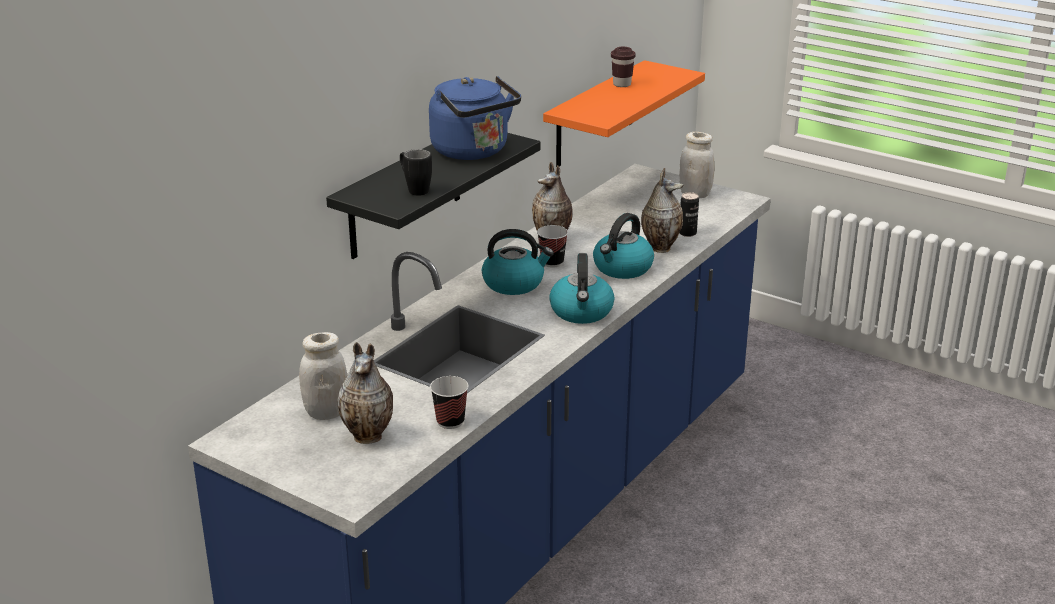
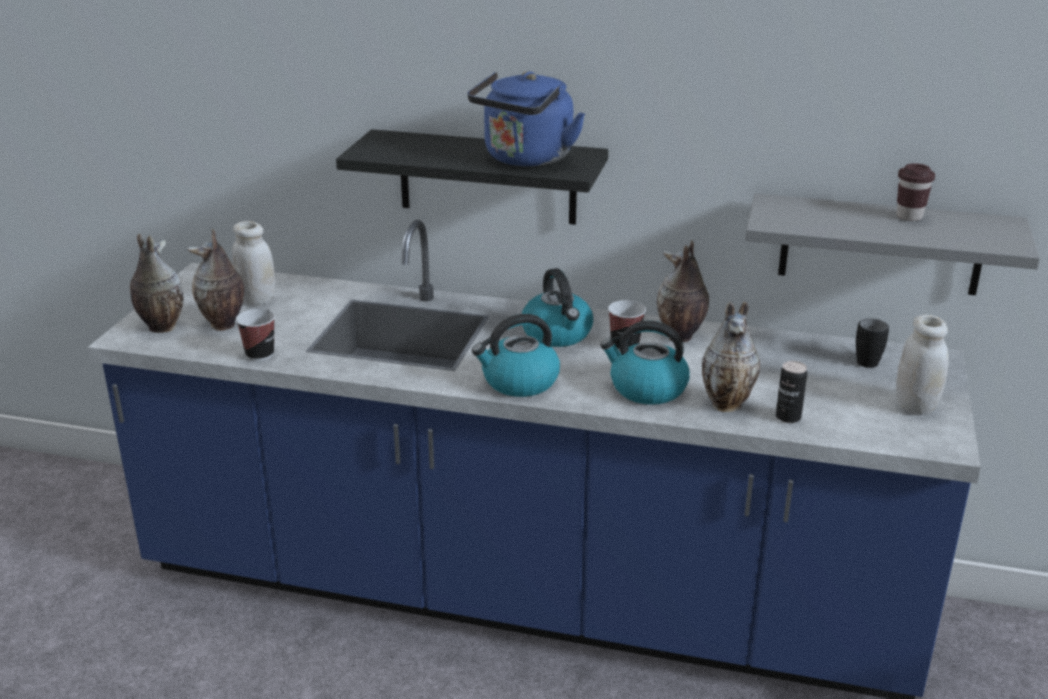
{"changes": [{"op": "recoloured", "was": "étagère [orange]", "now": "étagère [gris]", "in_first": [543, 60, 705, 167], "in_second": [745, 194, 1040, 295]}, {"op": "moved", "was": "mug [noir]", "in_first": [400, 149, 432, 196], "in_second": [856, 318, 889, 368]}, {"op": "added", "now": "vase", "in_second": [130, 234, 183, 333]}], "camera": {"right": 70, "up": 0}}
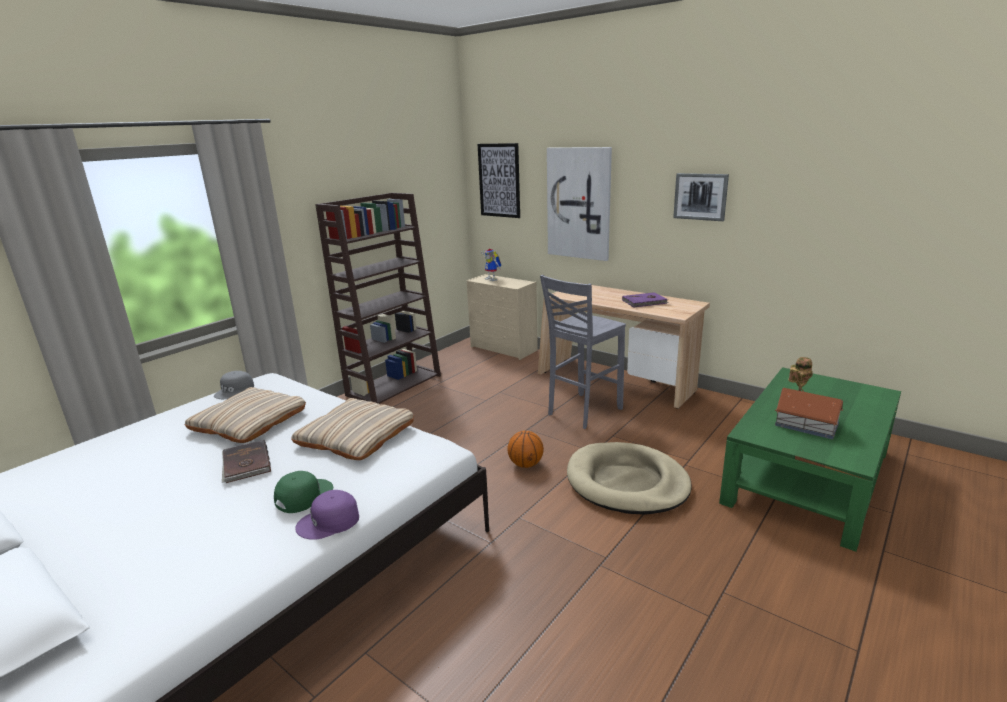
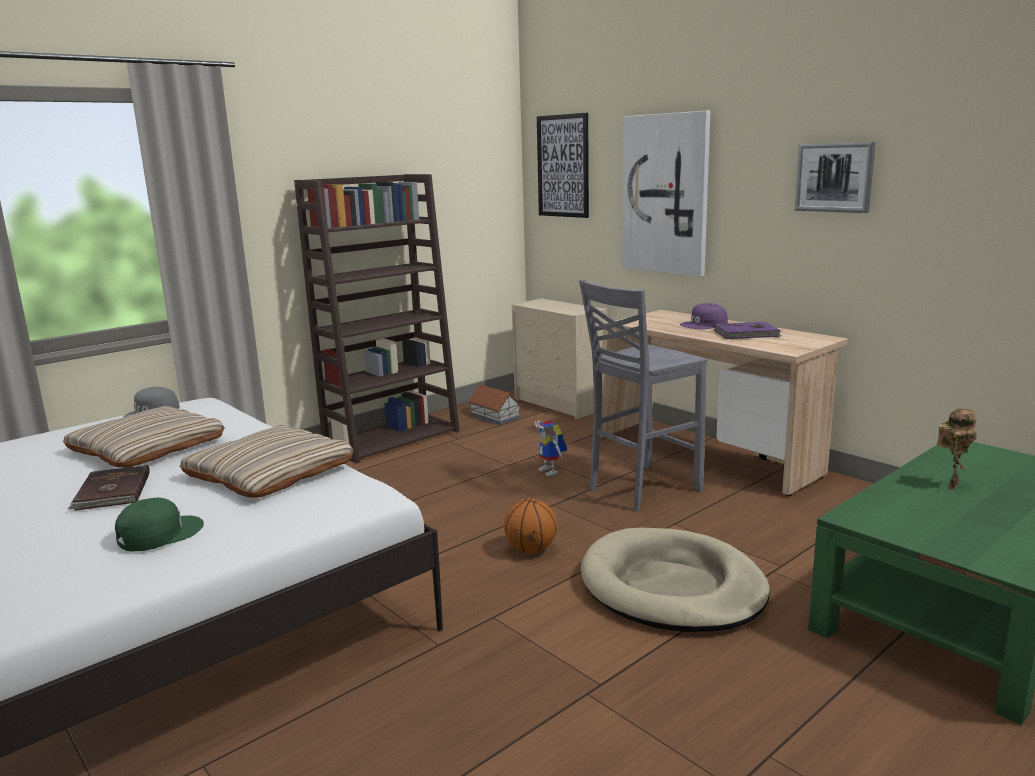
{"changes": [{"op": "moved", "was": "robot jouet", "in_first": [481, 249, 501, 281], "in_second": [535, 420, 567, 477]}, {"op": "moved", "was": "maison miniature", "in_first": [775, 388, 843, 439], "in_second": [468, 385, 521, 425]}, {"op": "moved", "was": "casquette [violet]", "in_first": [295, 490, 359, 540], "in_second": [680, 303, 728, 329]}], "camera": {"right": 10, "up": -5}}
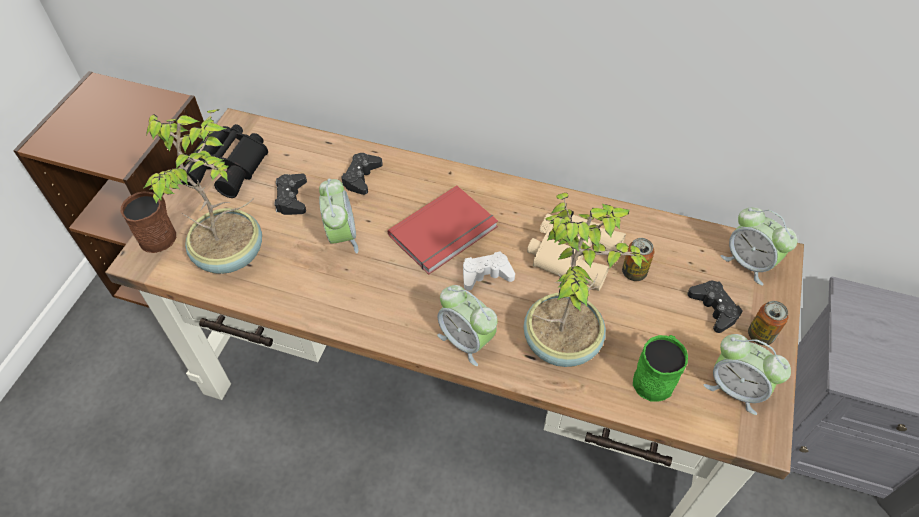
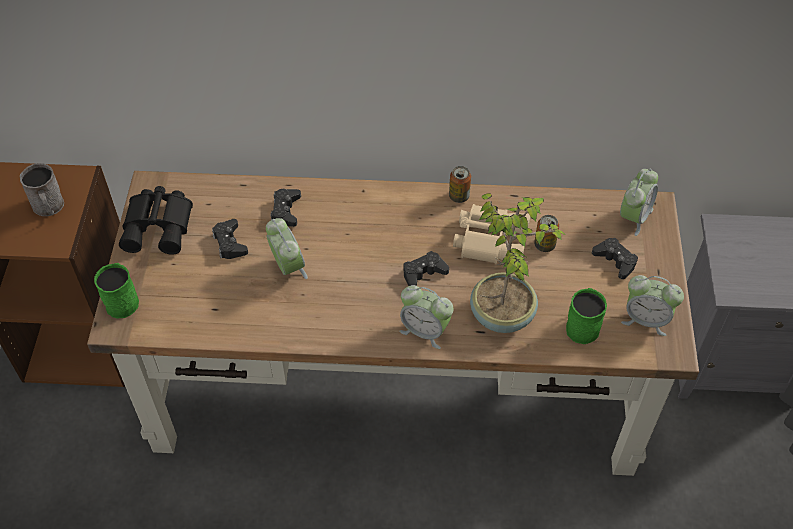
{"changes": [{"op": "removed", "was": "plante en pot", "in_first": [143, 109, 262, 274]}, {"op": "removed", "was": "livre [rouge]", "in_first": [388, 186, 498, 274]}, {"op": "recoloured", "was": "mug [marron]", "now": "mug [vert]", "in_first": [121, 192, 176, 253], "in_second": [94, 263, 139, 318]}, {"op": "turned", "was": "réveil", "in_first": [721, 207, 797, 286], "in_second": [620, 168, 658, 236], "clockwise": -90}, {"op": "recoloured", "was": "manette [blanc]", "now": "manette [noir]", "in_first": [463, 251, 515, 290], "in_second": [403, 251, 449, 286]}, {"op": "moved", "was": "boîte métallique", "in_first": [748, 301, 788, 345], "in_second": [449, 166, 471, 203]}, {"op": "added", "now": "mug [gris]", "in_second": [20, 163, 64, 216]}], "camera": {"right": -15, "up": 0}}
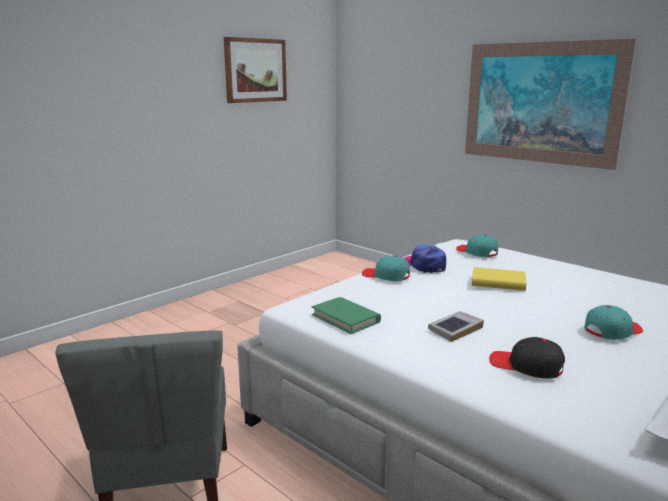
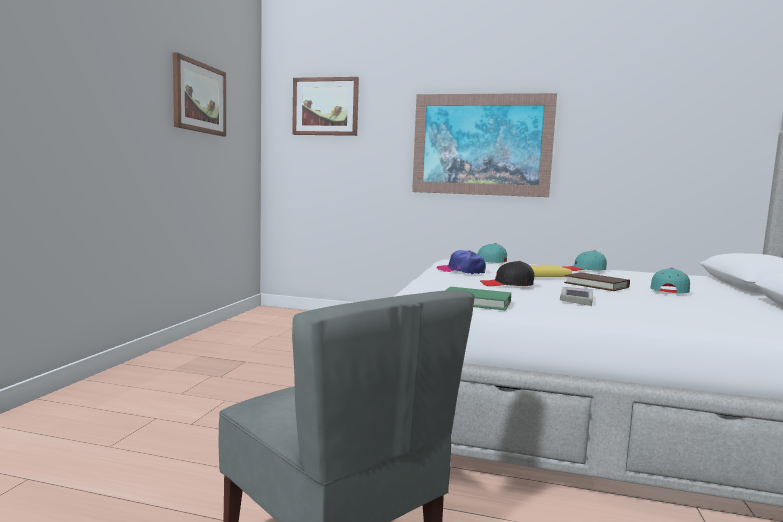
{"changes": [{"op": "moved", "was": "casquette [turquoise]", "in_first": [362, 255, 410, 281], "in_second": [562, 250, 607, 271]}, {"op": "moved", "was": "casquette [noir]", "in_first": [489, 337, 565, 379], "in_second": [480, 261, 534, 286]}, {"op": "added", "now": "tableau", "in_second": [292, 77, 359, 136]}, {"op": "added", "now": "livre [marron]", "in_second": [564, 273, 630, 291]}], "camera": {"right": -30, "up": -10}}
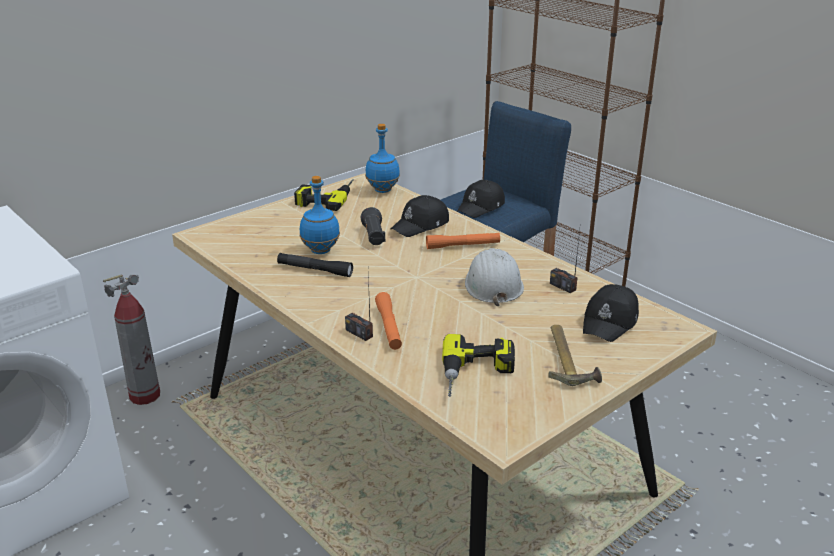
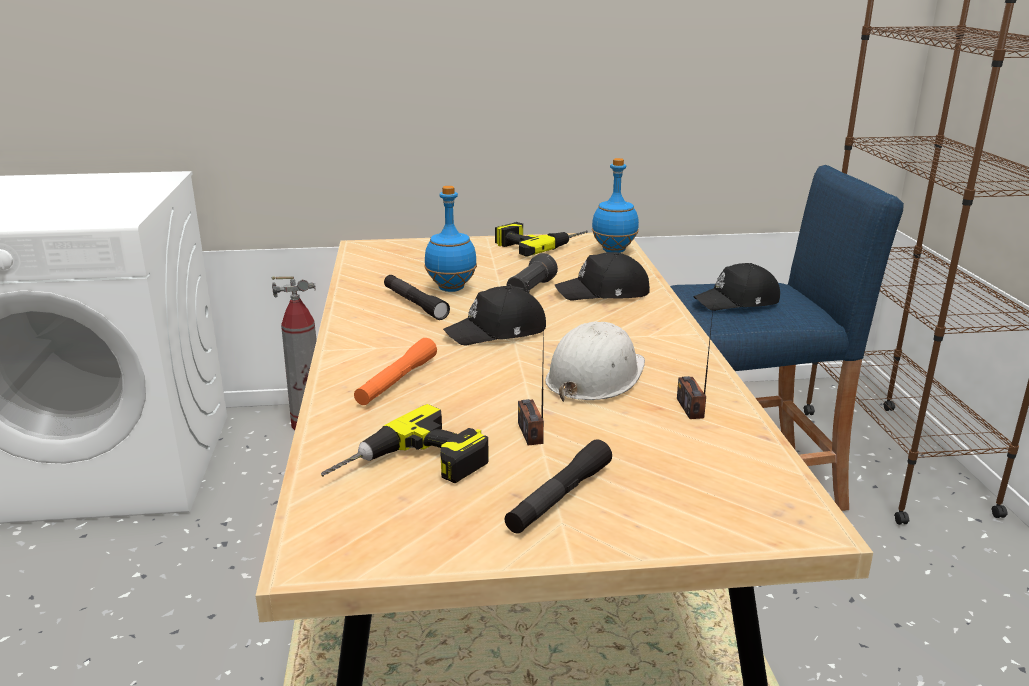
{"changes": [{"op": "removed", "was": "lampe de poche [orange]", "in_first": [426, 233, 500, 249]}, {"op": "moved", "was": "radio", "in_first": [345, 274, 373, 341], "in_second": [518, 326, 544, 445]}, {"op": "moved", "was": "casquette [noir]", "in_first": [583, 284, 639, 342], "in_second": [443, 286, 546, 346]}, {"op": "replaced", "was": "marteau", "now": "lampe de poche [noir]", "in_first": [548, 325, 602, 386], "in_second": [505, 439, 612, 534]}], "camera": {"right": 35, "up": -5}}
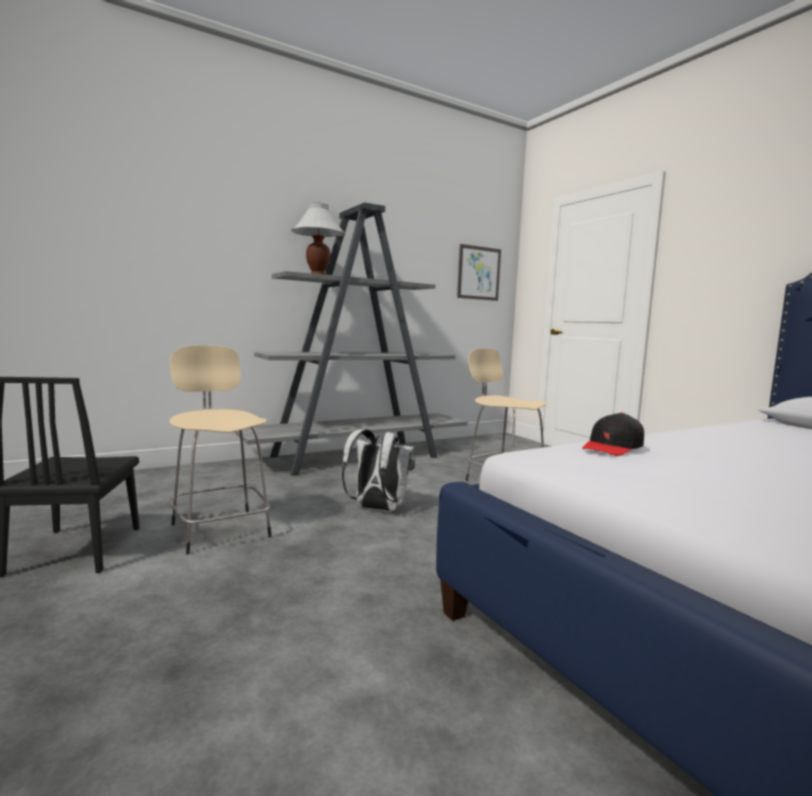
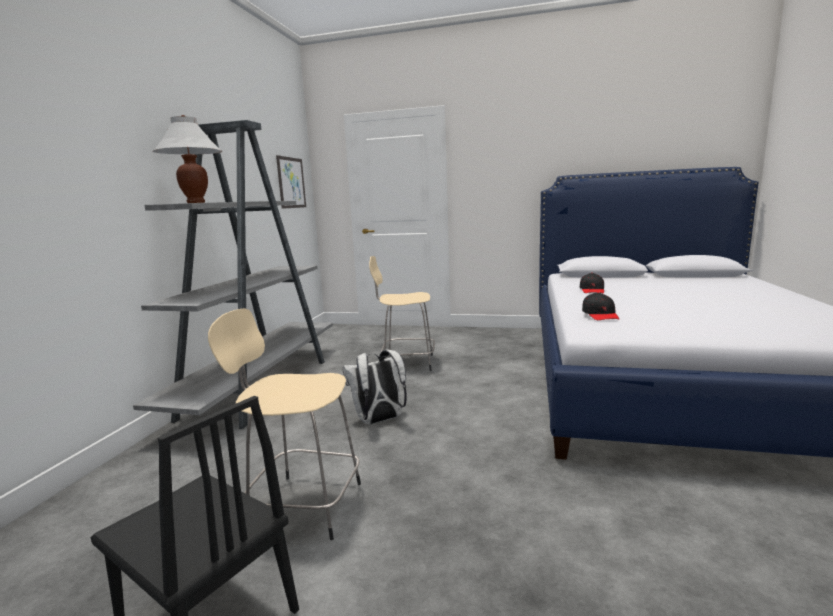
{"changes": [{"op": "added", "now": "casquette [noir]", "in_second": [580, 273, 604, 293]}], "camera": {"right": -45, "up": 5}}
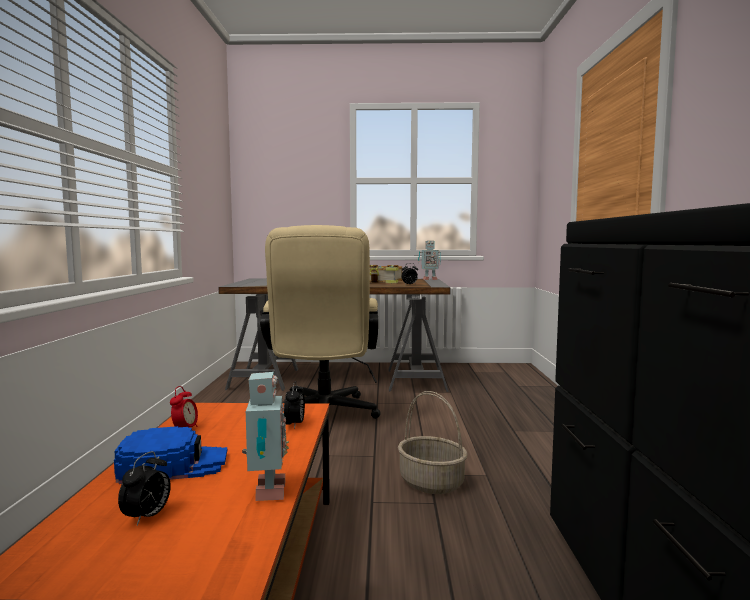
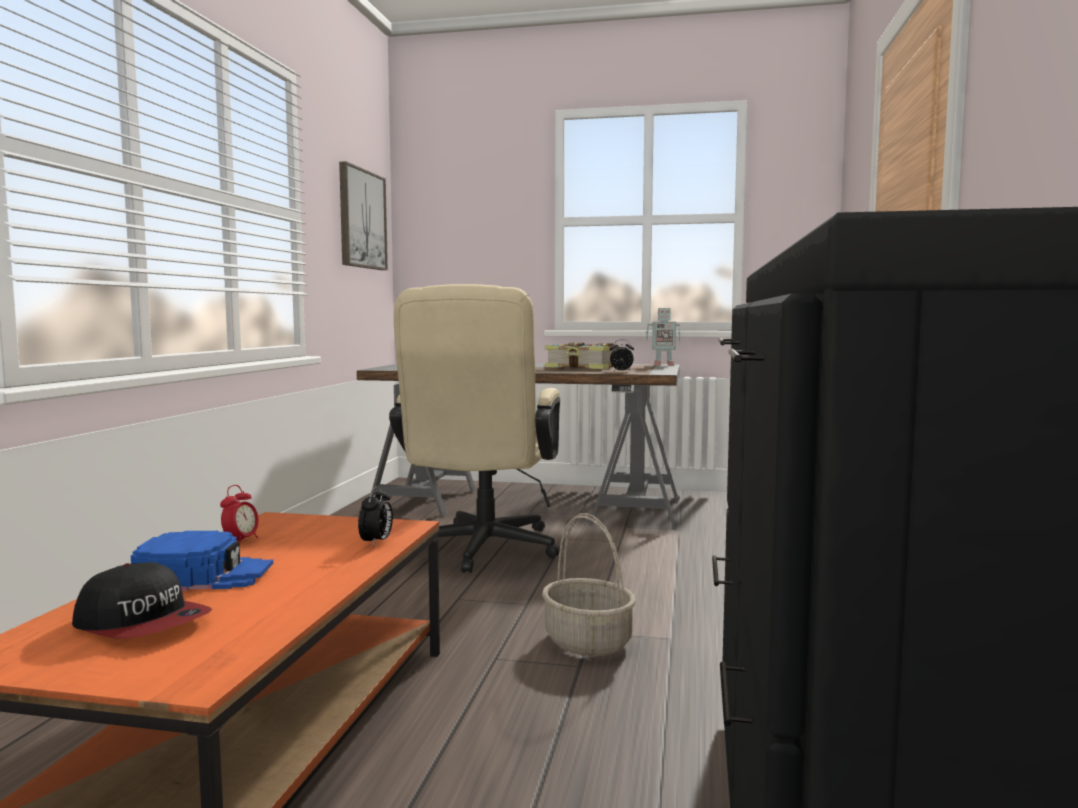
{"changes": [{"op": "removed", "was": "robot jouet", "in_first": [242, 372, 289, 501]}, {"op": "replaced", "was": "réveil", "now": "casquette", "in_first": [118, 451, 171, 526], "in_second": [72, 562, 212, 639]}, {"op": "added", "now": "tableau", "in_second": [339, 161, 388, 270]}], "camera": {"right": 10, "up": 0}}
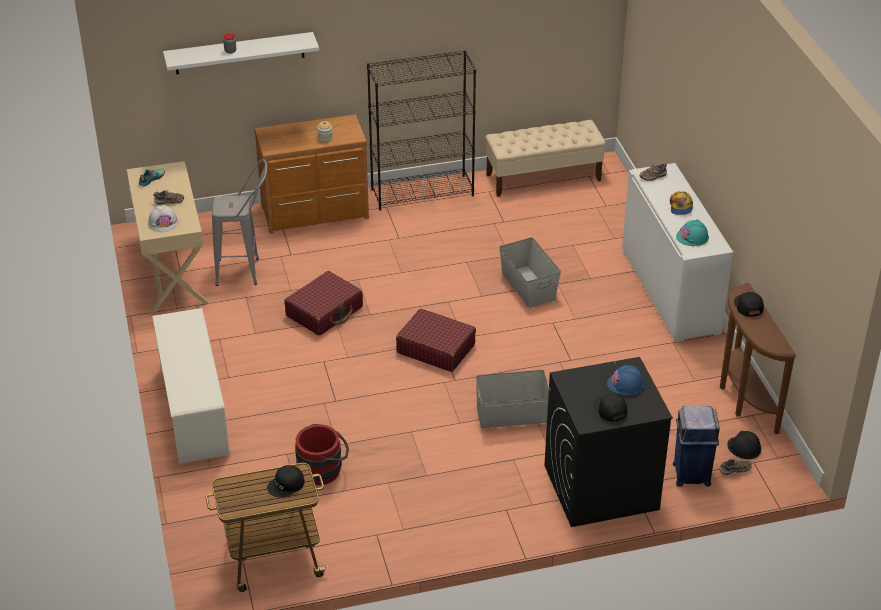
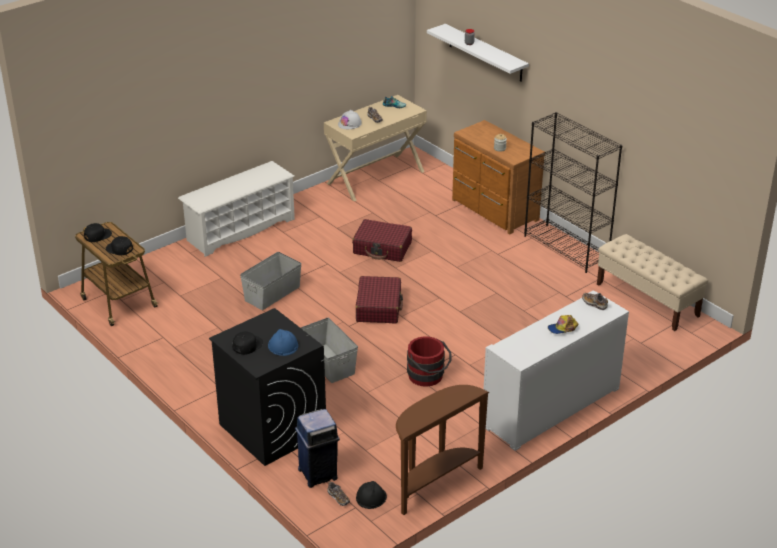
{"changes": [{"op": "removed", "was": "tabouret [gris]", "in_first": [212, 159, 267, 286]}, {"op": "removed", "was": "casque de chantier [turquoise]", "in_first": [676, 219, 709, 246]}, {"op": "moved", "was": "boîte de rangement [gris]", "in_first": [499, 237, 561, 308], "in_second": [240, 252, 302, 310]}, {"op": "moved", "was": "casquette [noir]", "in_first": [734, 292, 764, 317], "in_second": [84, 223, 112, 242]}, {"op": "moved", "was": "seau [rouge]", "in_first": [295, 424, 349, 485], "in_second": [407, 336, 451, 387]}], "camera": {"right": 65, "up": -5}}
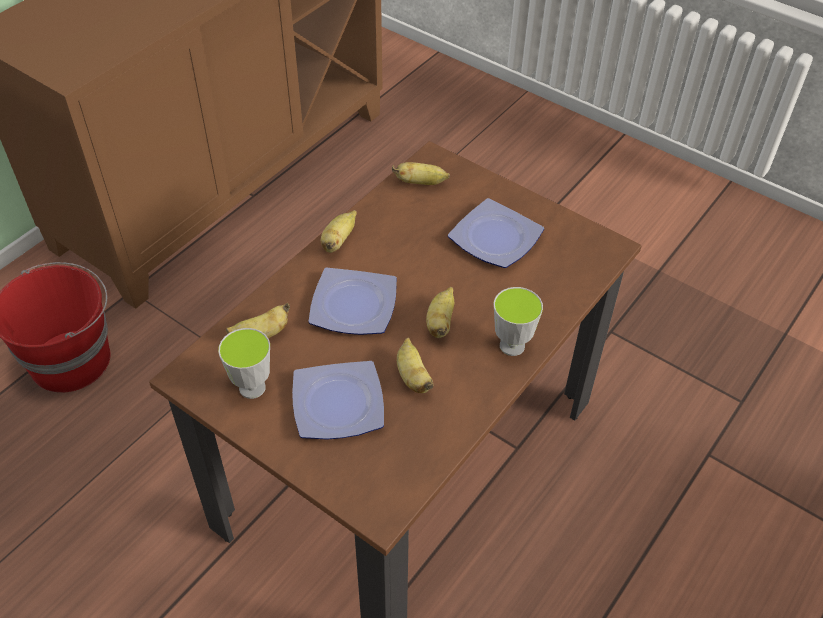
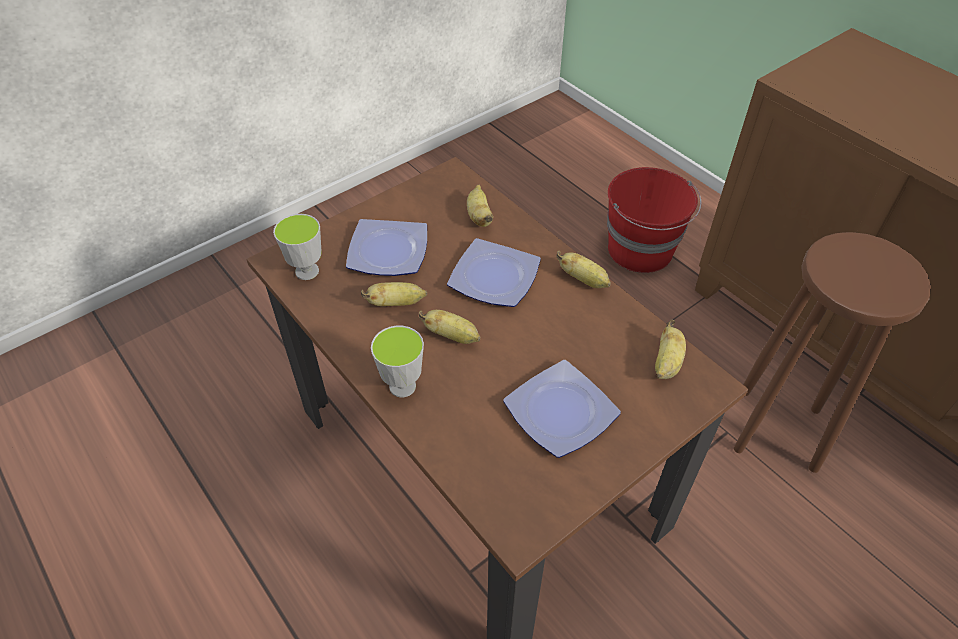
{"changes": [{"op": "moved", "was": "tasse", "in_first": [218, 328, 270, 399], "in_second": [273, 214, 322, 280]}, {"op": "added", "now": "tabouret [marron]", "in_second": [734, 232, 931, 473]}], "camera": {"right": 105, "up": 0}}
